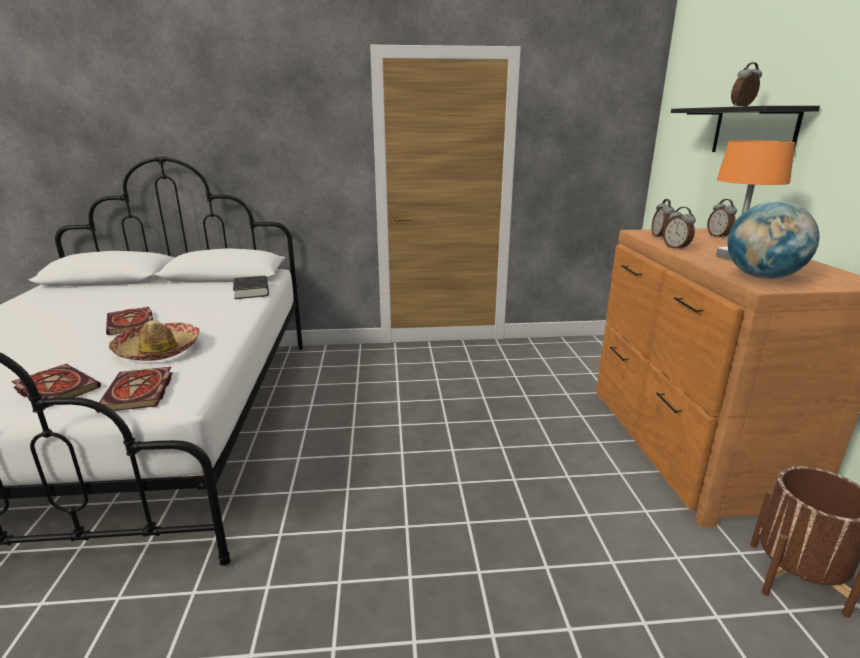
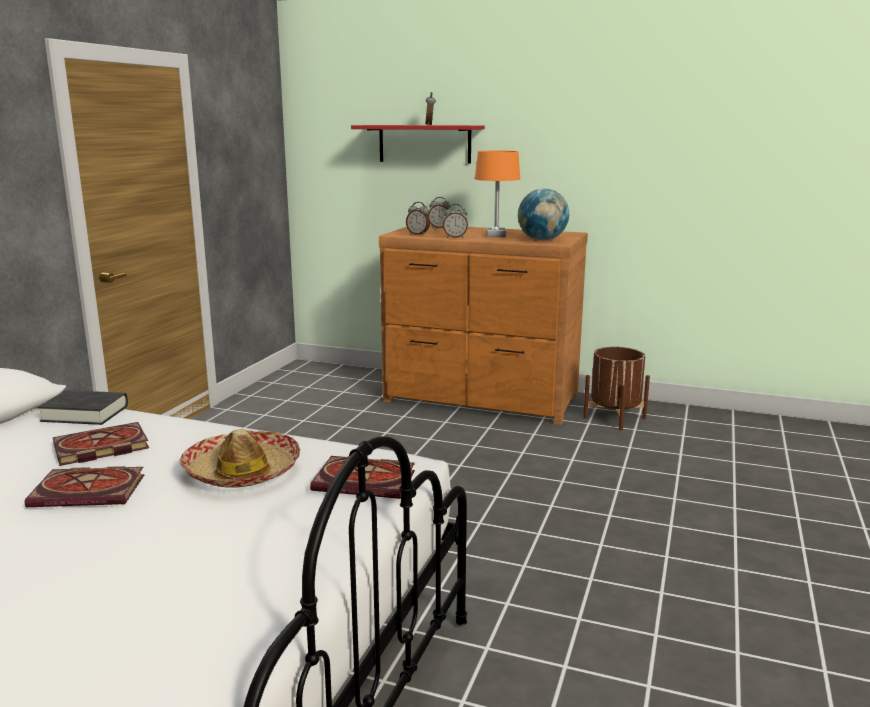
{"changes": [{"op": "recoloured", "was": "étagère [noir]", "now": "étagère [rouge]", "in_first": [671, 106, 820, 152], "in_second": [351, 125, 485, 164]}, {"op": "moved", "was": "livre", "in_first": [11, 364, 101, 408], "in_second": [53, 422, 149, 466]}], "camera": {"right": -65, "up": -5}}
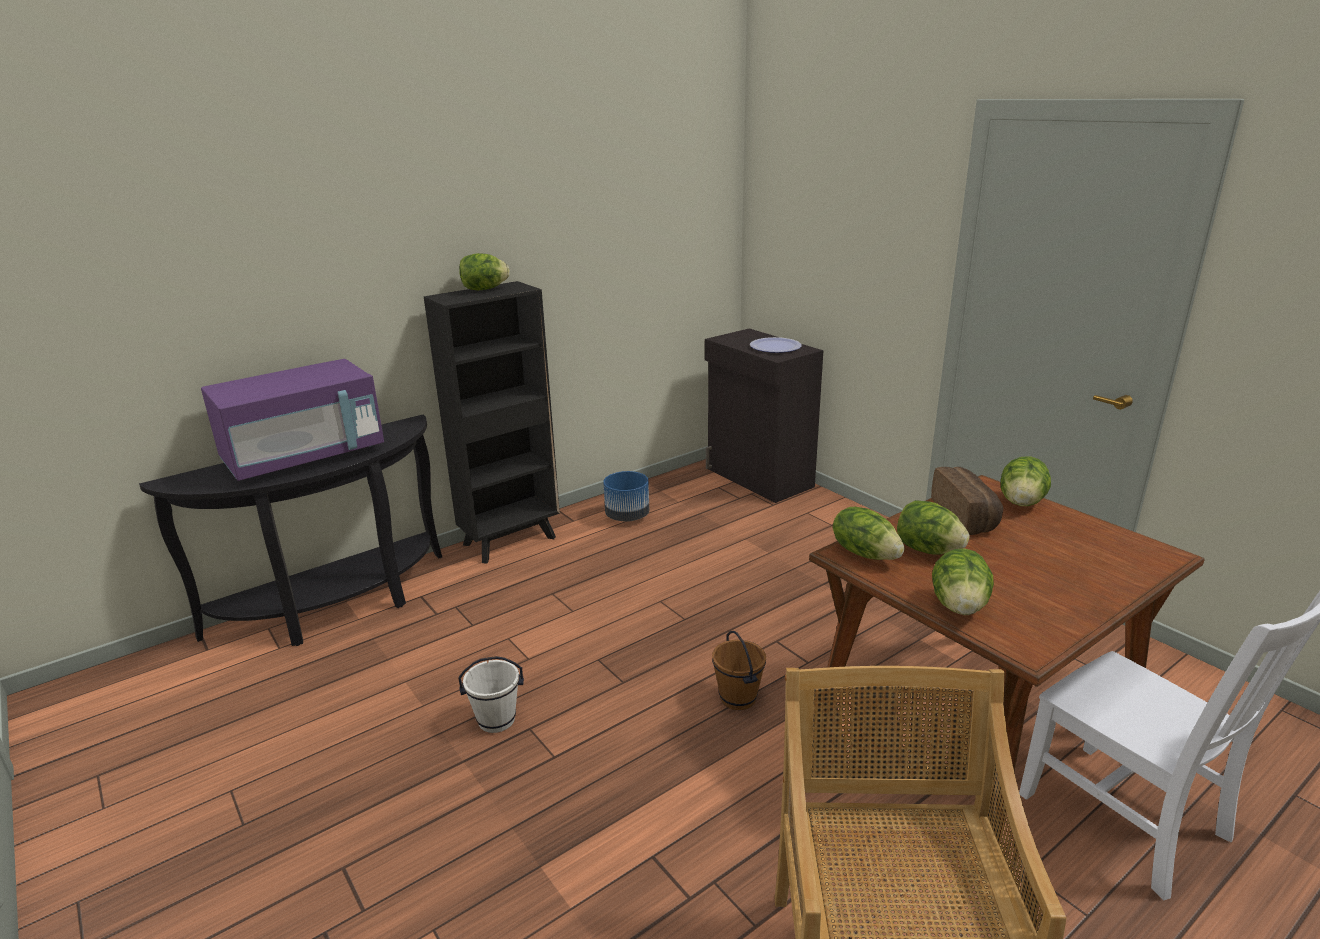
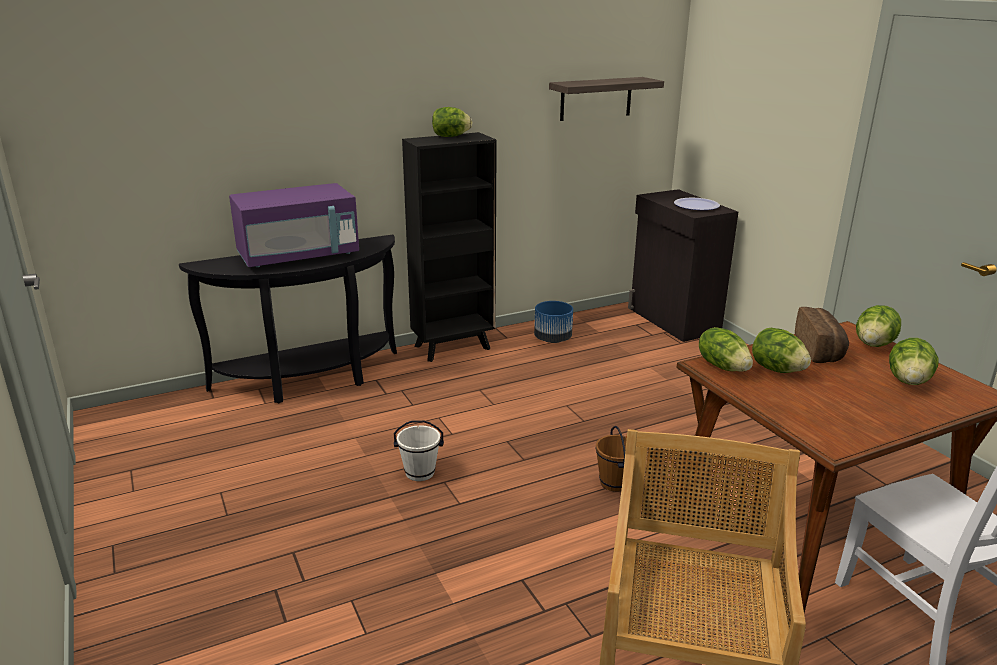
{"changes": [{"op": "moved", "was": "laitue", "in_first": [932, 548, 994, 615], "in_second": [889, 338, 938, 385]}, {"op": "added", "now": "étagère", "in_second": [549, 77, 664, 121]}], "camera": {"right": 10, "up": 0}}
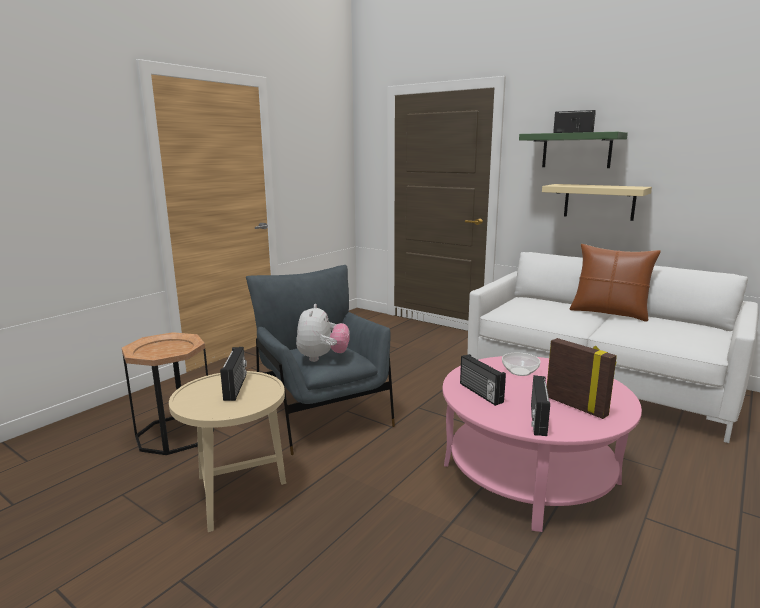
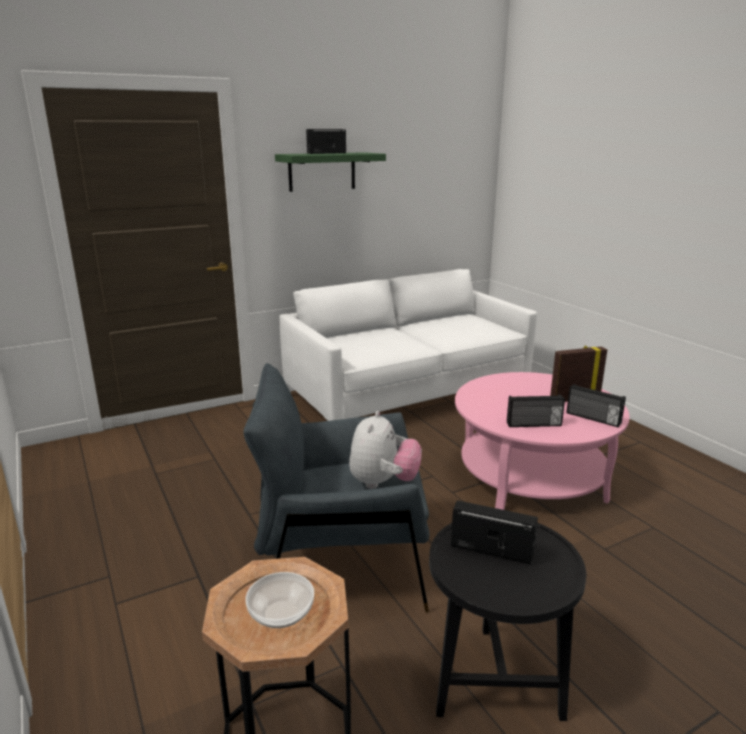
{"changes": [{"op": "removed", "was": "étagère [beige]", "in_first": [542, 184, 652, 221]}, {"op": "removed", "was": "coussin [marron]", "in_first": [570, 244, 661, 322]}, {"op": "turned", "was": "peluche", "in_first": [296, 304, 350, 362], "in_second": [349, 411, 422, 489], "clockwise": 75}, {"op": "moved", "was": "bol", "in_first": [502, 352, 541, 376], "in_second": [246, 572, 314, 628]}, {"op": "recoloured", "was": "table d'appoint [beige]", "now": "table d'appoint [noir]", "in_first": [169, 371, 286, 532], "in_second": [429, 523, 586, 721]}], "camera": {"right": -65, "up": 5}}
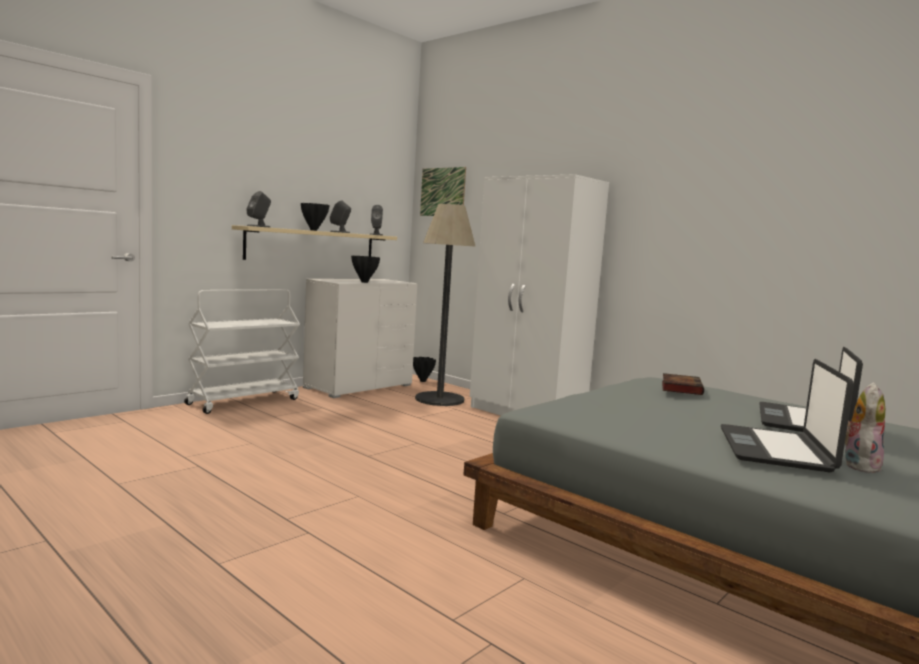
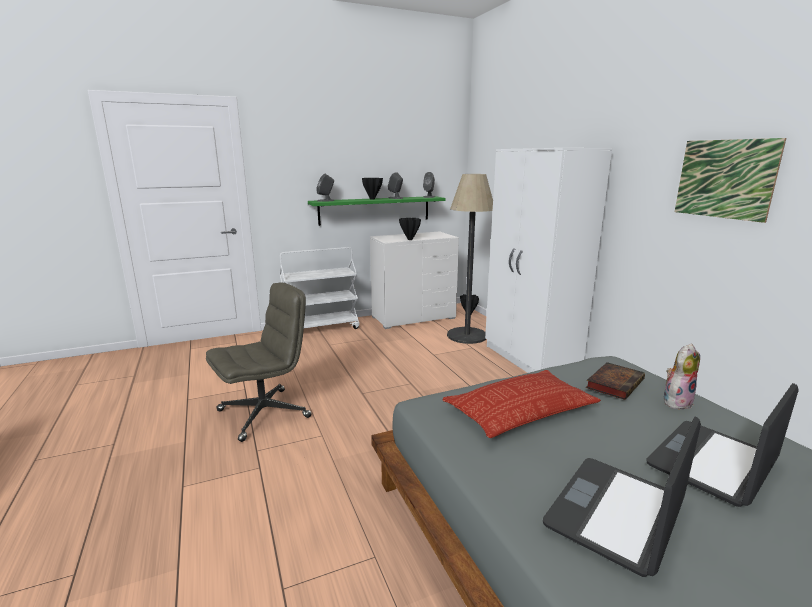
{"changes": [{"op": "moved", "was": "tableau", "in_first": [420, 167, 466, 216], "in_second": [675, 138, 786, 223]}, {"op": "recoloured", "was": "étagère [beige]", "now": "étagère [vert]", "in_first": [232, 225, 397, 260], "in_second": [308, 196, 445, 226]}, {"op": "moved", "was": "peluche", "in_first": [845, 382, 885, 473], "in_second": [664, 343, 700, 409]}, {"op": "added", "now": "chaise de bureau [gris]", "in_second": [206, 282, 312, 442]}, {"op": "added", "now": "coussin", "in_second": [443, 370, 601, 438]}], "camera": {"right": 25, "up": 10}}
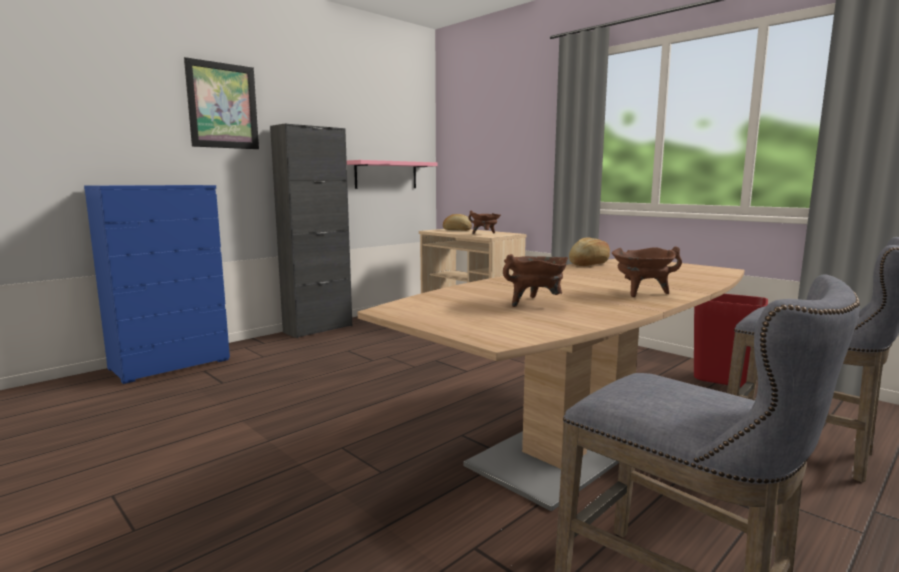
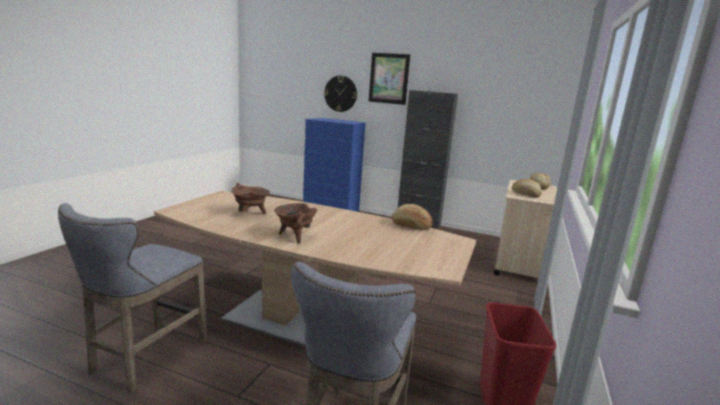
{"changes": [{"op": "removed", "was": "étagère [rose]", "in_first": [347, 160, 437, 189]}, {"op": "replaced", "was": "marmite [marron]", "now": "pain", "in_first": [469, 210, 501, 234], "in_second": [512, 179, 542, 198]}, {"op": "added", "now": "horloge murale", "in_second": [324, 76, 357, 112]}], "camera": {"right": 65, "up": 5}}
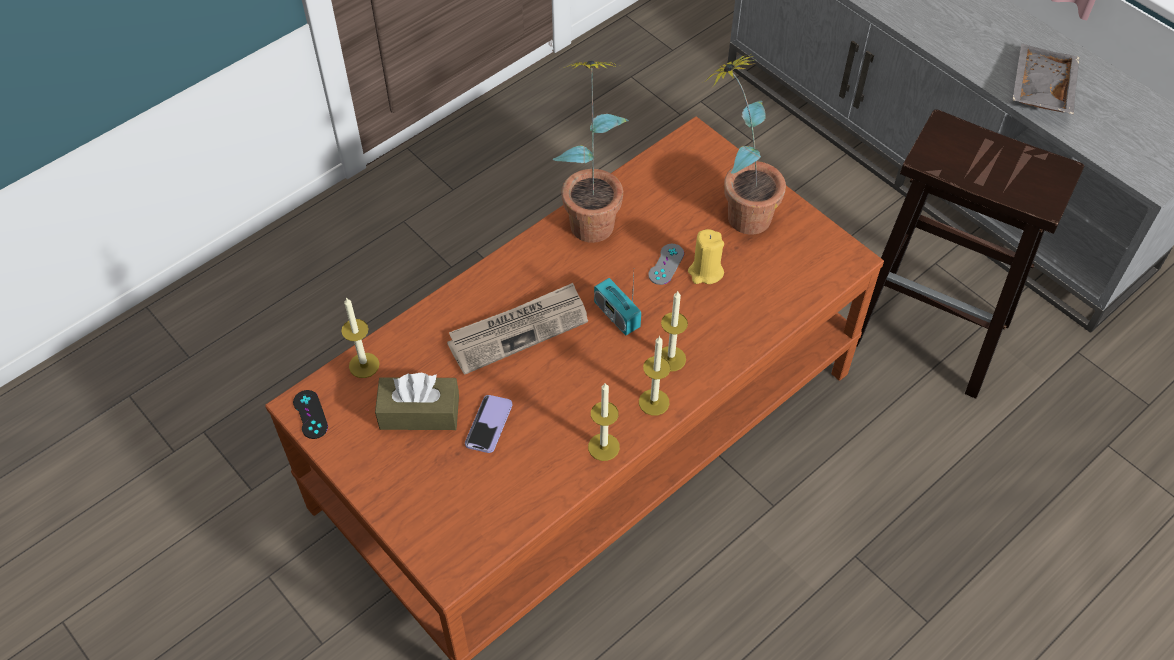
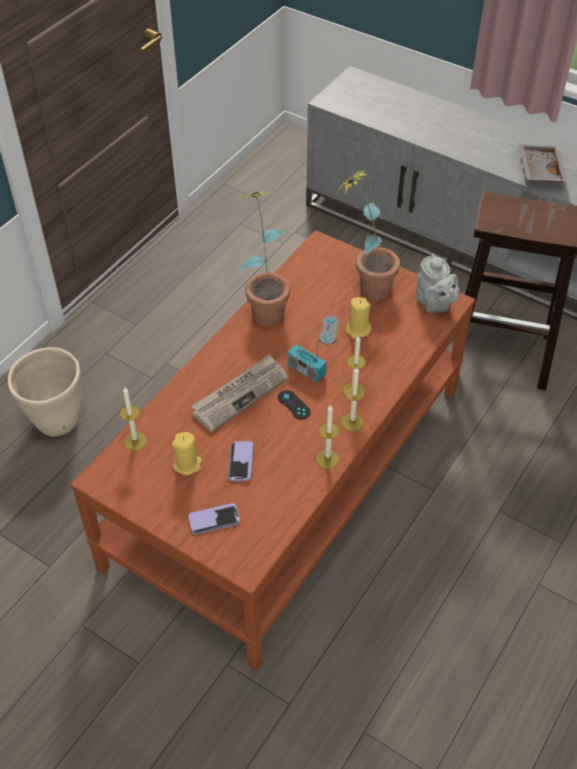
{"changes": [{"op": "replaced", "was": "boîte à mouchoirs [marron]", "now": "bougie [jaune]", "in_first": [375, 373, 459, 430], "in_second": [172, 432, 202, 475]}, {"op": "moved", "was": "manette [noir]", "in_first": [293, 390, 328, 439], "in_second": [278, 390, 310, 419]}, {"op": "added", "now": "théière [gris]", "in_second": [416, 254, 459, 313]}, {"op": "added", "now": "cache-pot [beige]", "in_second": [8, 347, 82, 437]}, {"op": "added", "now": "téléphone", "in_second": [188, 503, 240, 535]}], "camera": {"right": -15, "up": -5}}
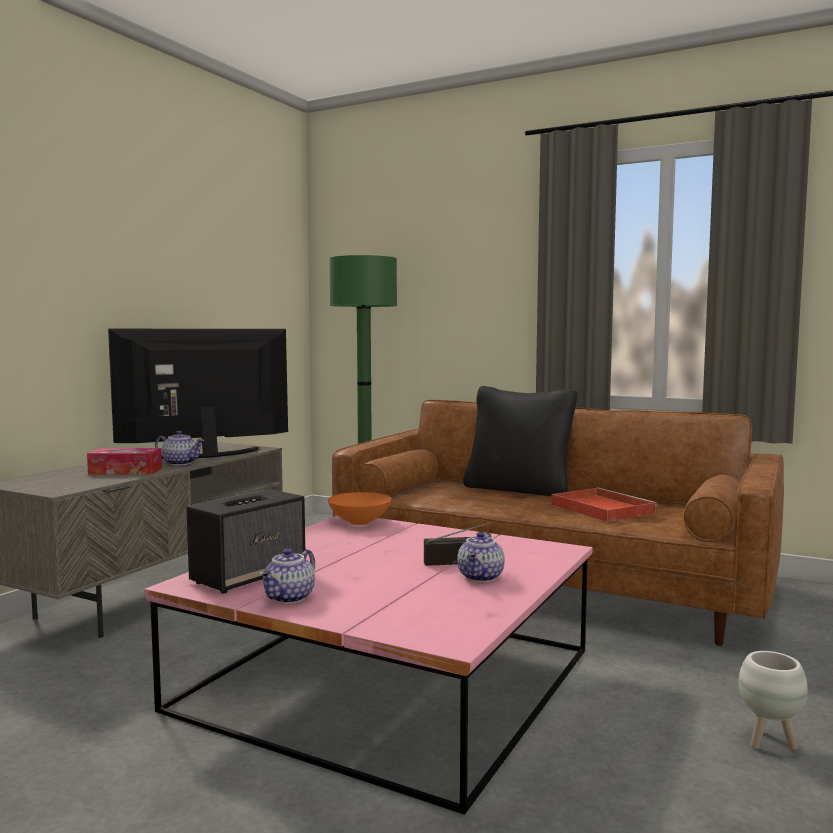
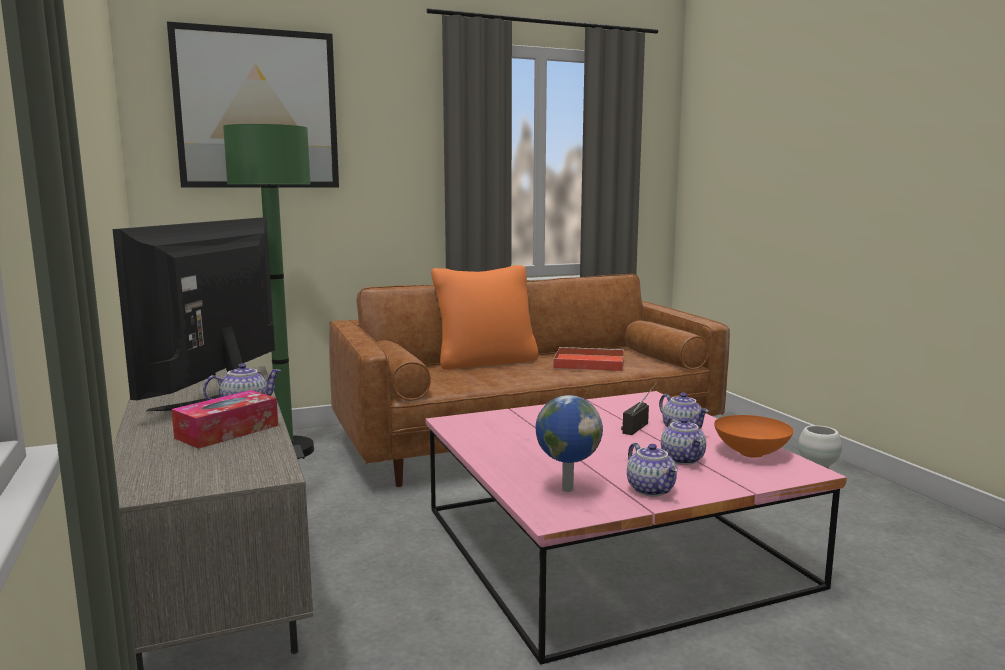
{"changes": [{"op": "recoloured", "was": "coussin [noir]", "now": "coussin [orange]", "in_first": [463, 386, 578, 496], "in_second": [431, 265, 539, 370]}, {"op": "replaced", "was": "enceinte", "now": "globe", "in_first": [186, 489, 305, 593], "in_second": [535, 395, 603, 492]}, {"op": "moved", "was": "bol [orange]", "in_first": [328, 492, 392, 525], "in_second": [714, 415, 794, 458]}, {"op": "added", "now": "tableau", "in_second": [167, 22, 339, 188]}, {"op": "added", "now": "théière", "in_second": [661, 417, 706, 465]}], "camera": {"right": -50, "up": 5}}
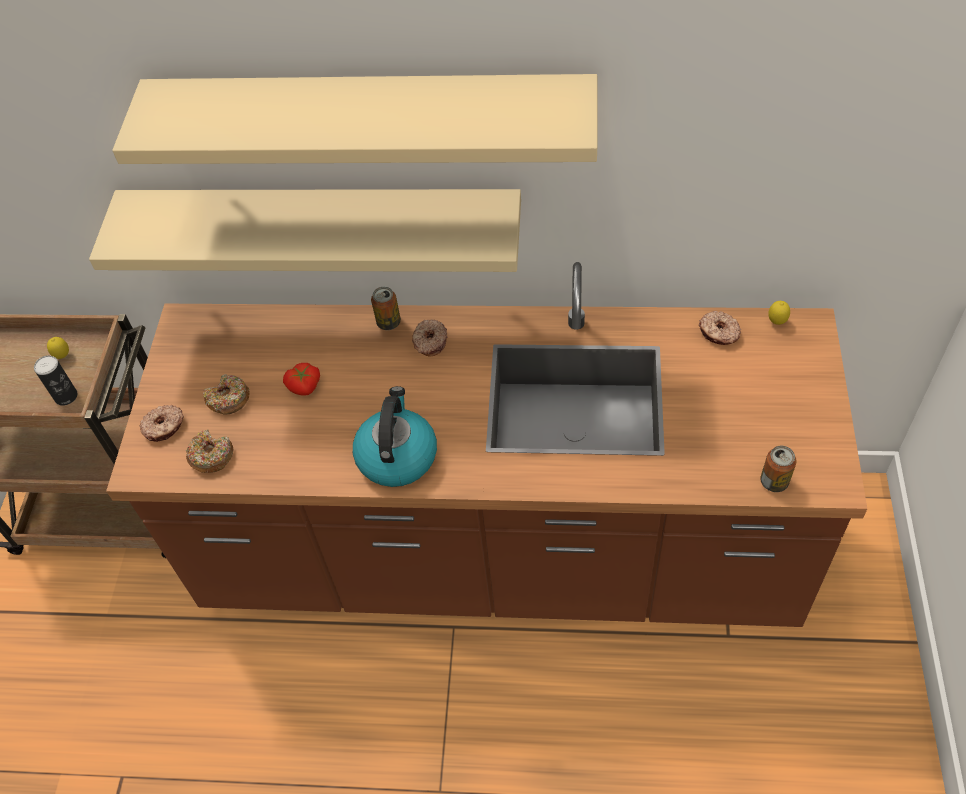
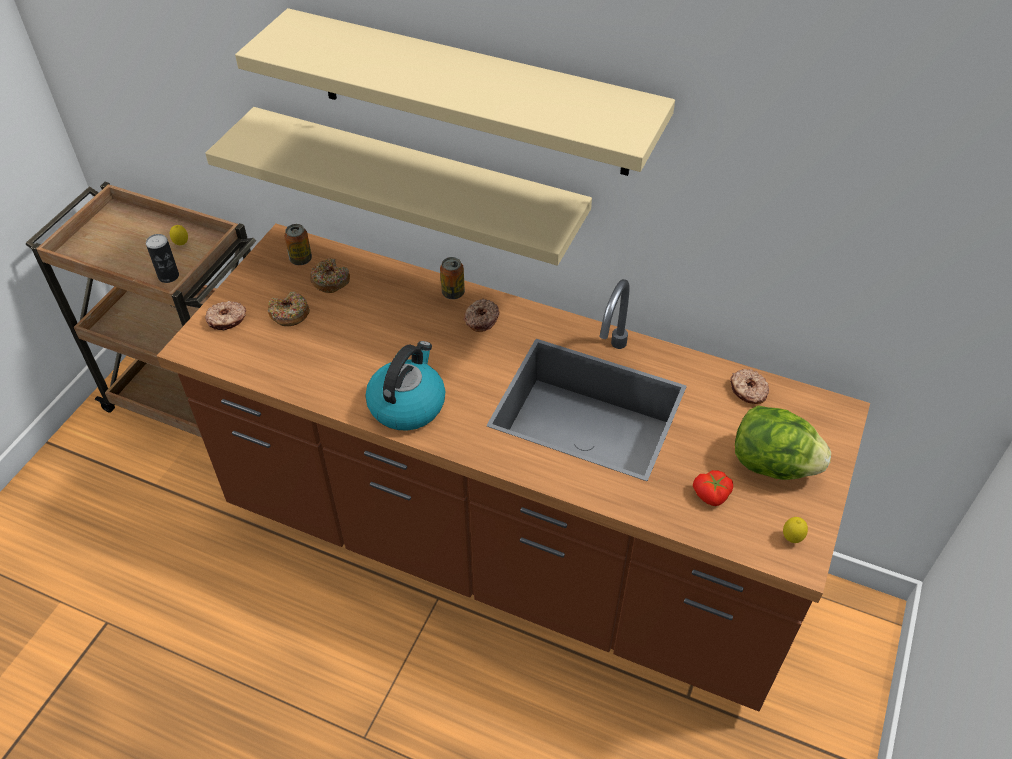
{"changes": [{"op": "moved", "was": "citron", "in_first": [768, 301, 790, 325], "in_second": [783, 517, 808, 543]}, {"op": "moved", "was": "tomate", "in_first": [283, 363, 320, 396], "in_second": [693, 470, 733, 506]}, {"op": "moved", "was": "beignet", "in_first": [185, 429, 234, 473], "in_second": [310, 258, 350, 293]}, {"op": "moved", "was": "boîte métallique", "in_first": [760, 446, 796, 492], "in_second": [284, 224, 312, 265]}, {"op": "added", "now": "laitue", "in_second": [735, 405, 831, 480]}], "camera": {"right": 15, "up": -5}}
